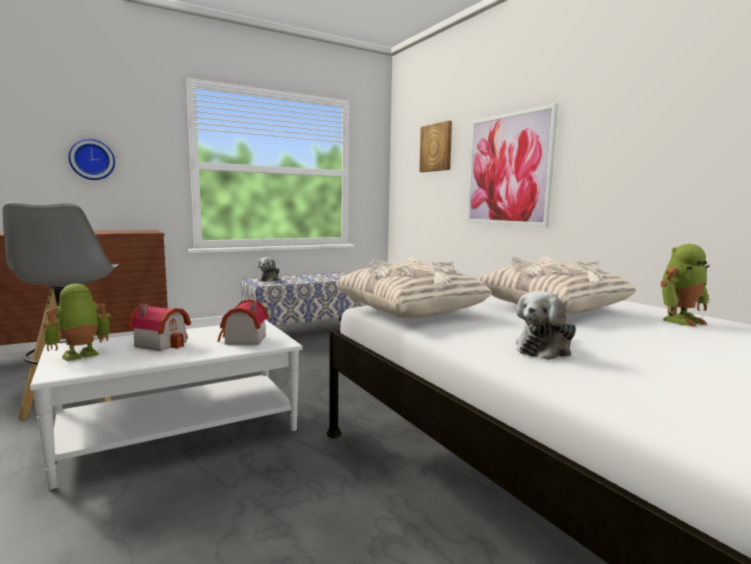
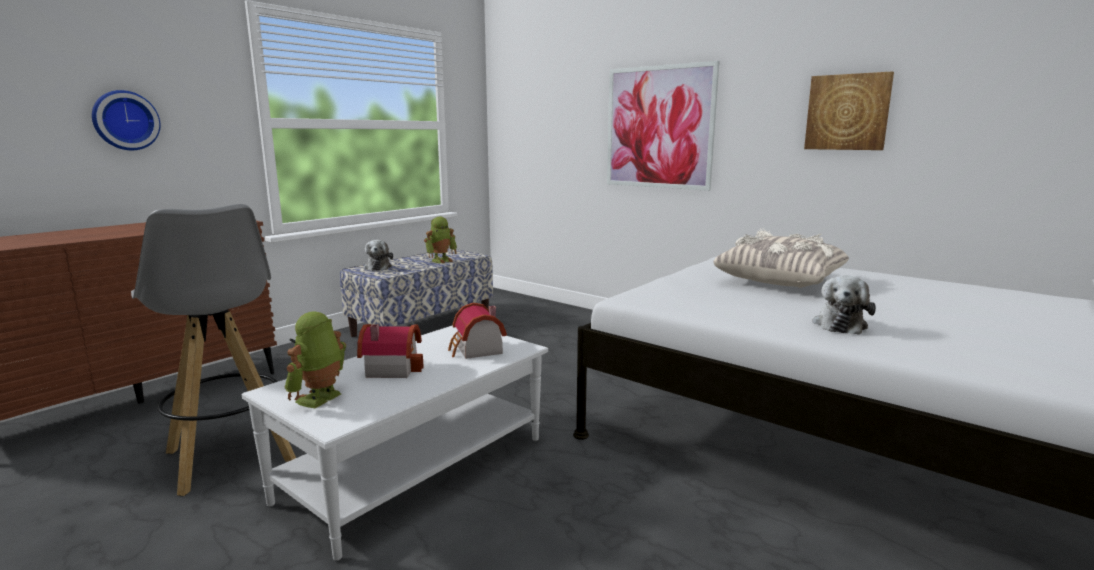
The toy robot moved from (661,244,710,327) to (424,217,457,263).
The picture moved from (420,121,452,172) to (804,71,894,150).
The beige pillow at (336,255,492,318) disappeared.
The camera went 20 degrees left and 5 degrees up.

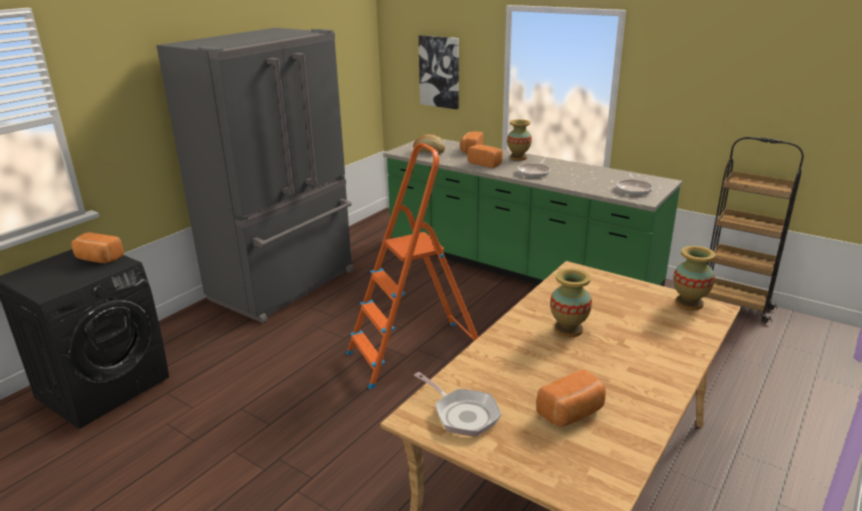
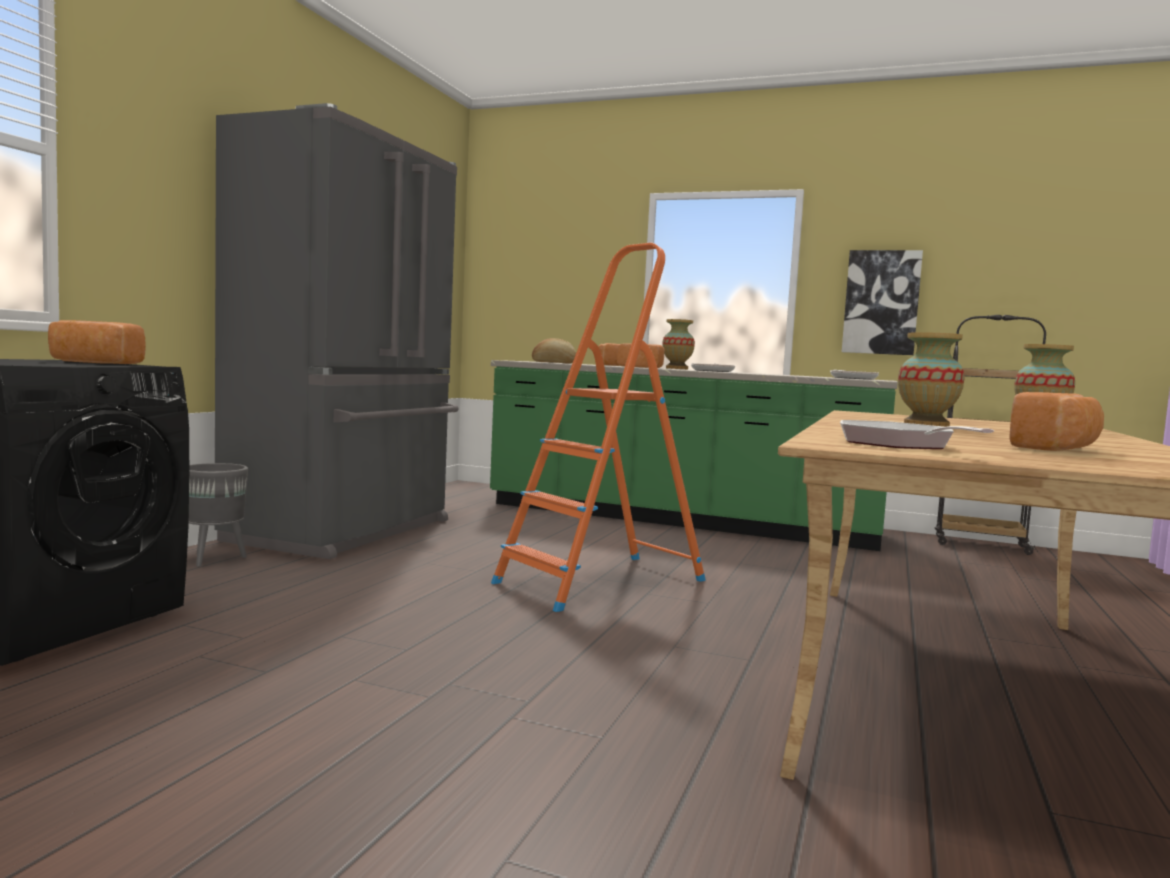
The grey planter at (189,463,248,567) appeared.
The frying pan at (414,372,501,436) turned 135 degrees counterclockwise.
The picture moved from (418,35,459,109) to (842,250,923,355).
The camera went 15 degrees left and 20 degrees down.

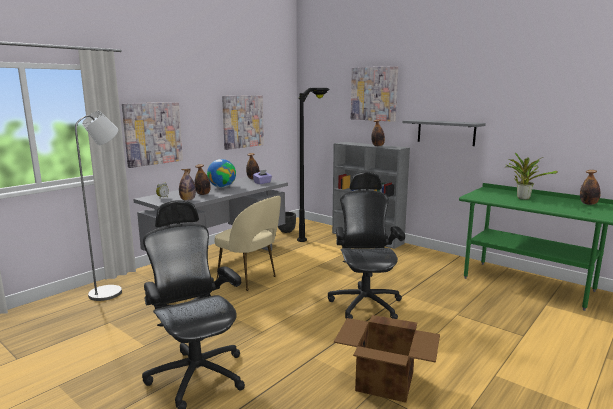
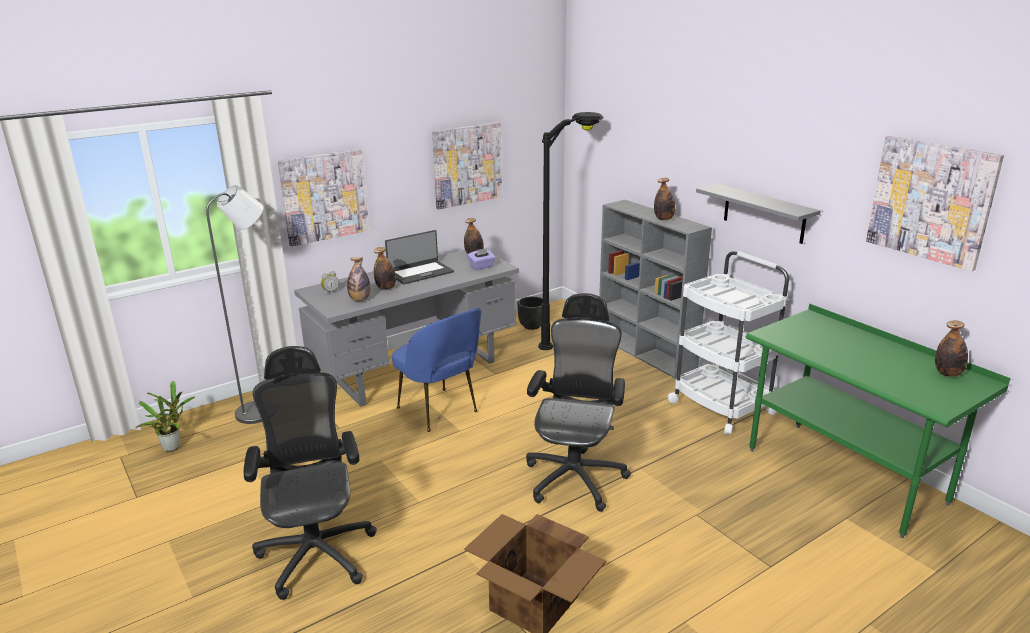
The potted plant moved from (504,153,558,200) to (135,381,195,452).
The globe at (207,159,236,188) was replaced by the laptop at (385,230,454,284).
The beige chair at (215,196,281,291) became the blue chair at (392,308,481,432).
The white cart at (668,251,789,435) appeared.
The picture moved from (351,66,398,122) to (866,136,1004,271).
The camera went 15 degrees right and 10 degrees up.

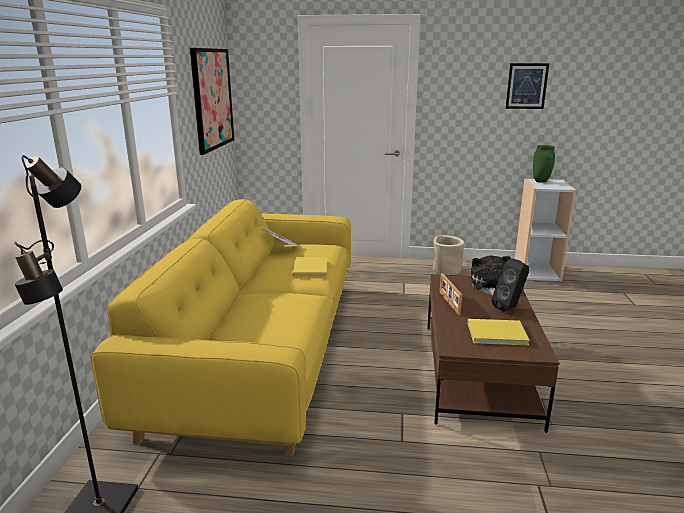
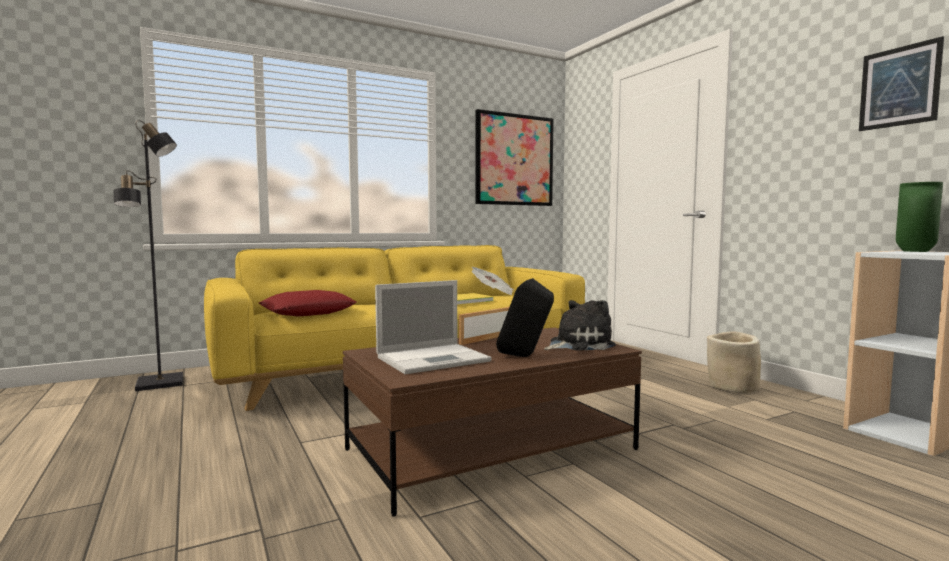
The red pillow at (259,290,357,316) appeared.
The yellow book at (467,319,530,346) was replaced by the laptop at (375,280,492,374).
The camera went 55 degrees right and 15 degrees down.

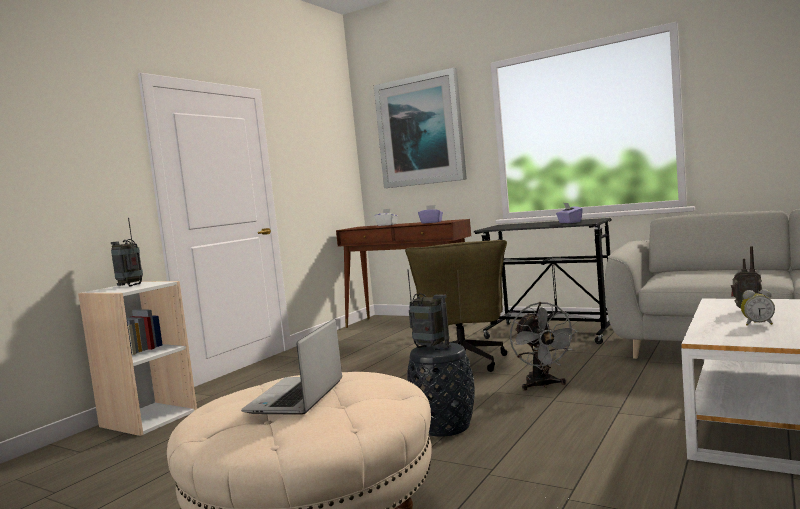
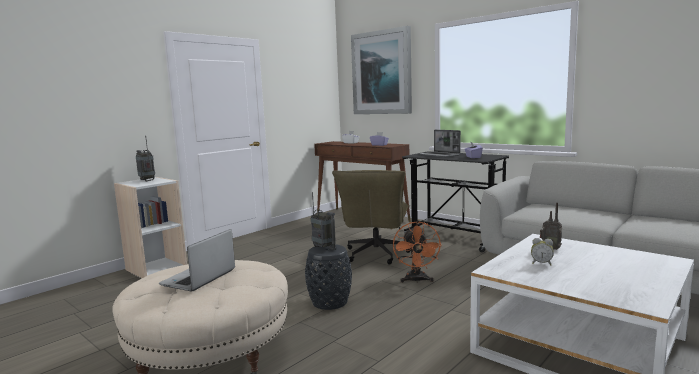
The grey fan at (510,302,578,390) became the orange fan at (393,221,442,283).
The laptop at (419,130,461,158) appeared.
The camera went 10 degrees right and 5 degrees up.

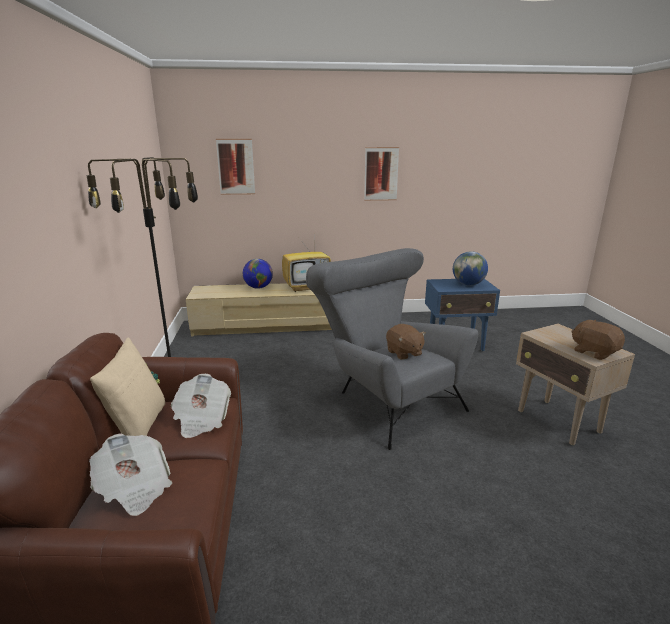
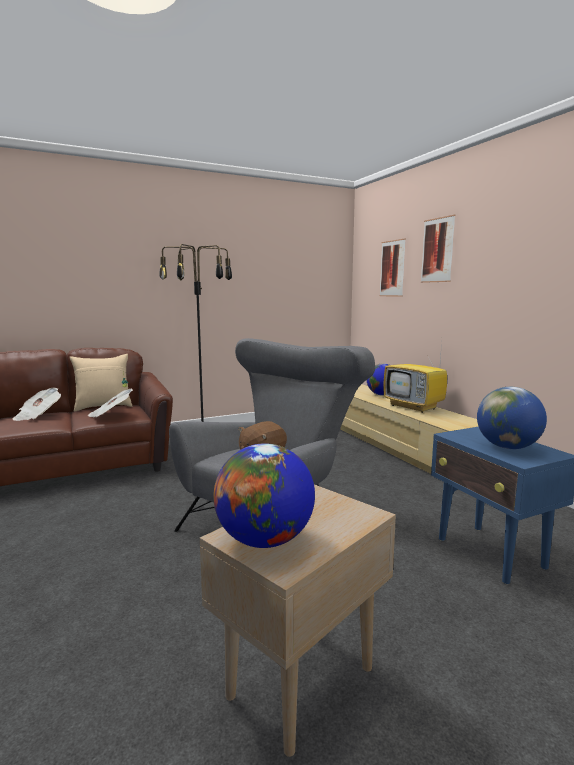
The brown plush toy at (572,319,625,360) was replaced by the globe at (213,443,315,548).
The picture moved from (364,147,399,201) to (421,215,455,283).
The camera went 70 degrees right and 10 degrees down.

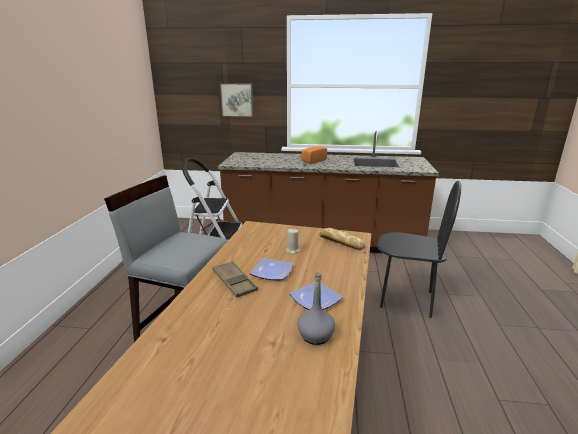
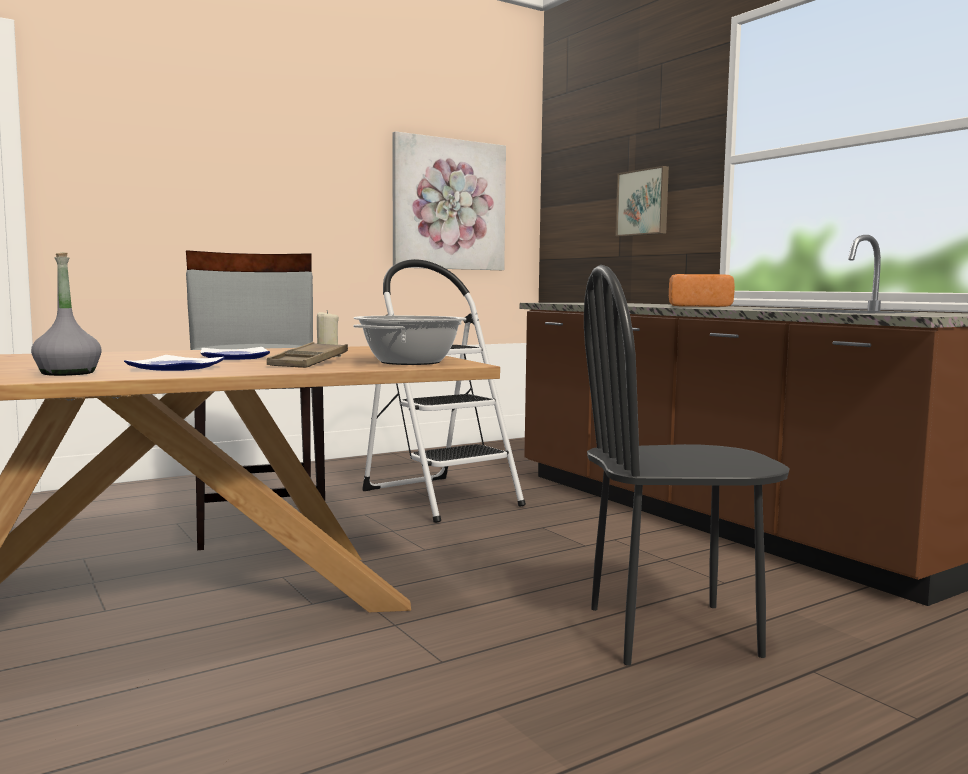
The brown tray moved from (212,261,258,298) to (267,342,348,368).
The bread at (319,228,365,250) was replaced by the cooking pot at (353,316,467,365).
The picture at (392,131,506,270) appeared.
The black chair at (378,181,461,318) turned 105 degrees clockwise.
The camera went 50 degrees right and 15 degrees down.

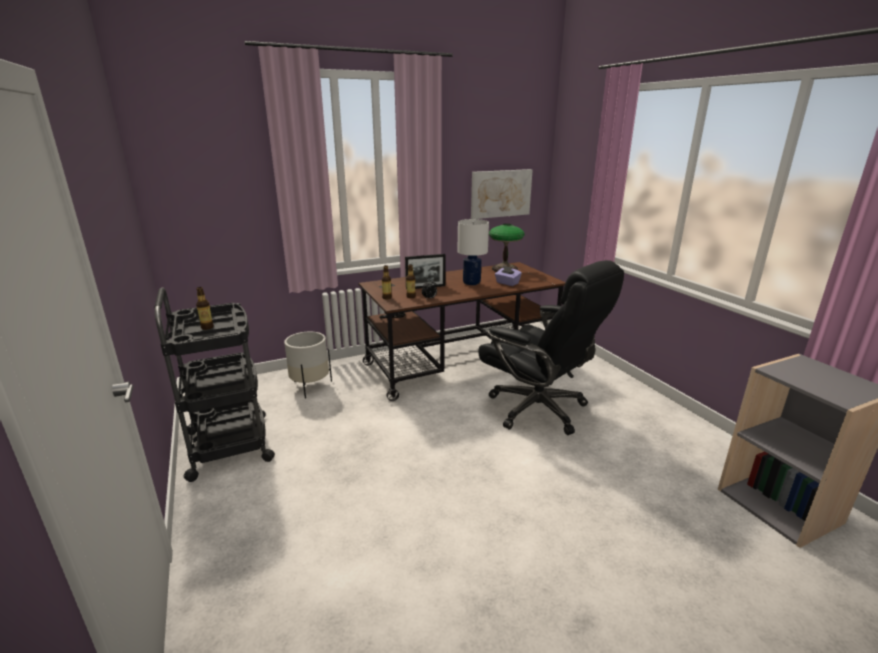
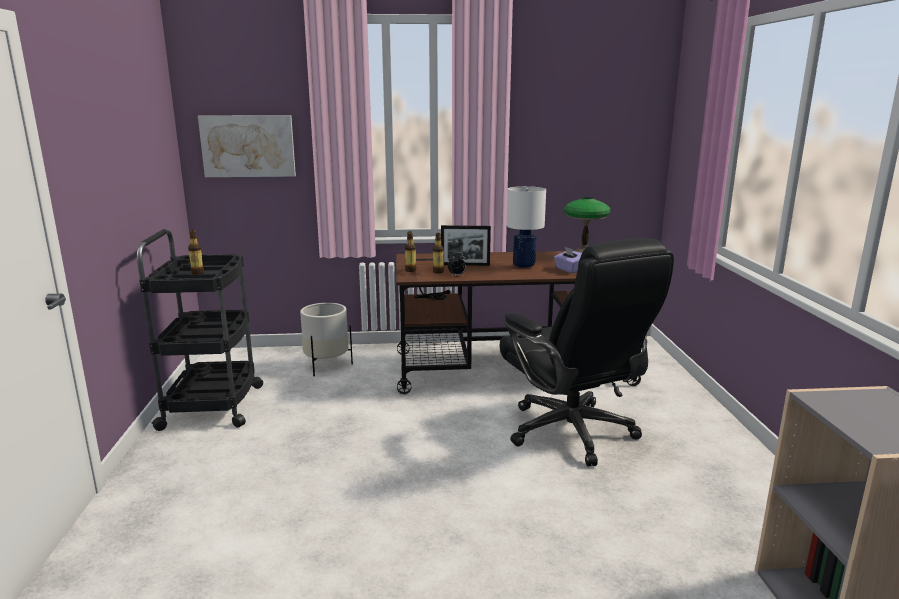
The picture moved from (471,169,533,219) to (198,115,296,177).
The camera went 20 degrees right and 5 degrees down.

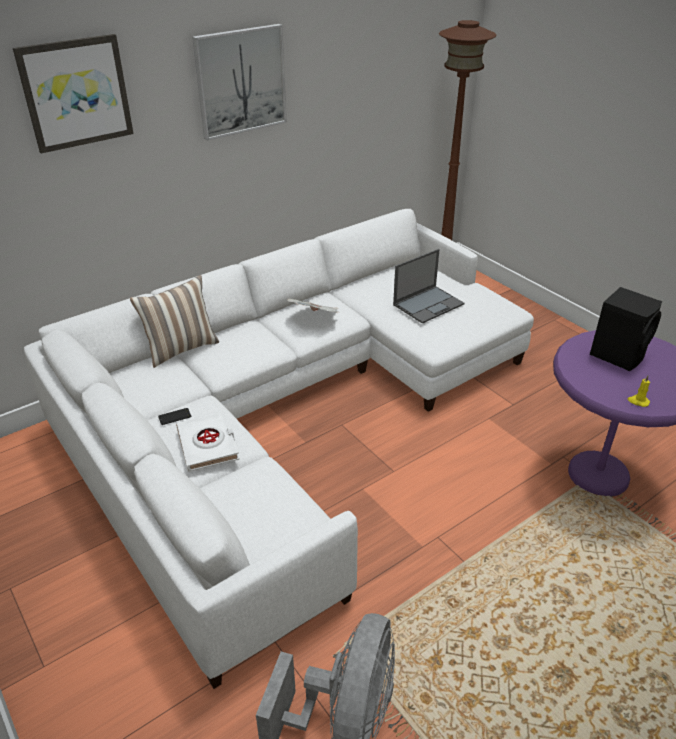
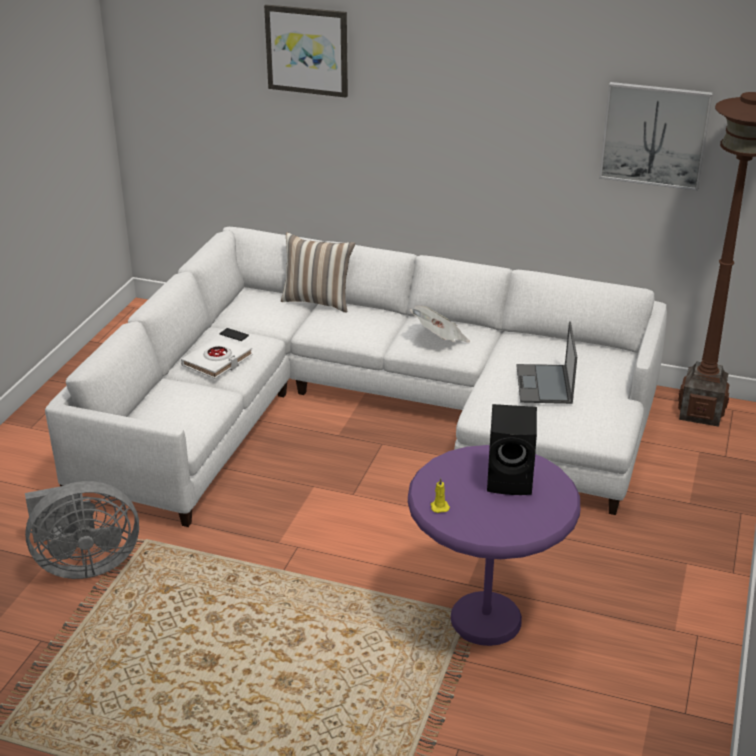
The laptop at (393,249,464,324) turned 75 degrees clockwise.
The picture moved from (192,24,287,140) to (599,82,713,191).
The camera went 55 degrees right and 5 degrees down.

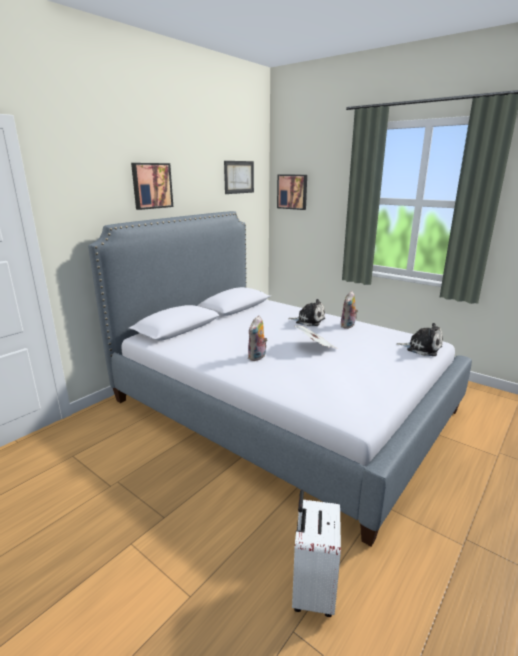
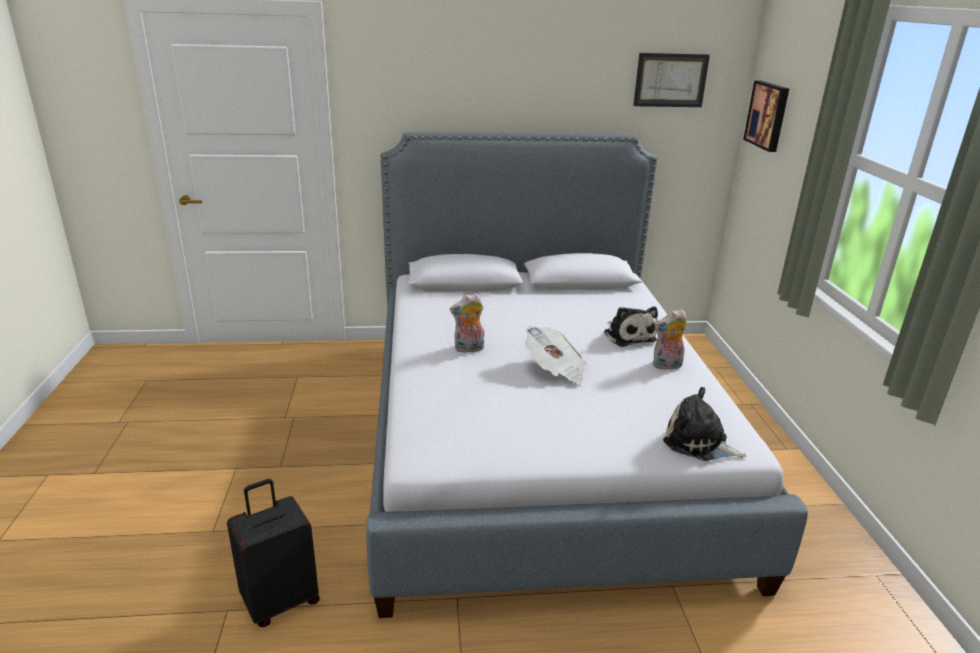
The white suitcase at (292,490,341,617) became the black suitcase at (227,479,319,627).
The plush toy at (396,323,443,356) turned 135 degrees clockwise.
The picture at (131,163,173,210) disappeared.
The camera went 45 degrees right and 5 degrees up.

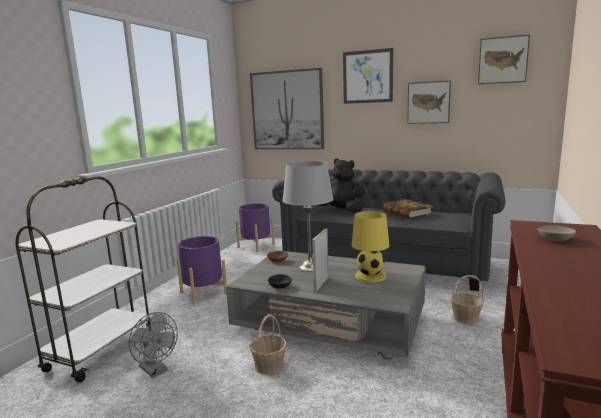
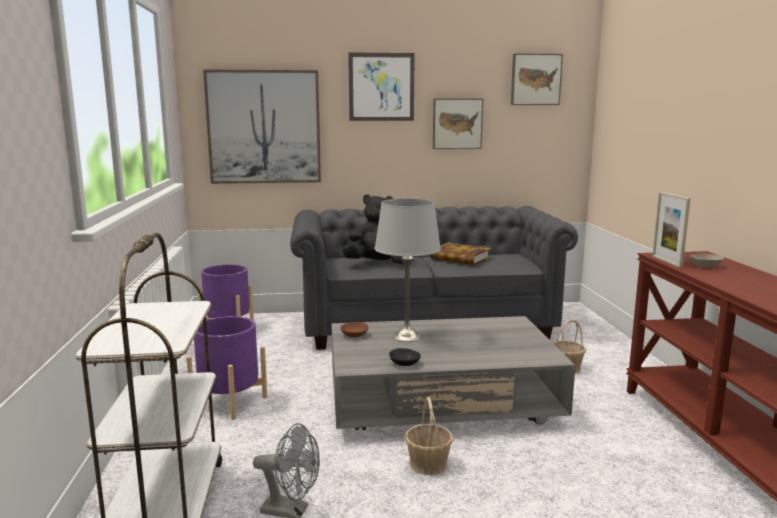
The picture frame moved from (312,228,329,292) to (652,192,691,268).
The yellow table lamp at (352,211,390,283) disappeared.
The camera went 30 degrees left and 0 degrees up.

